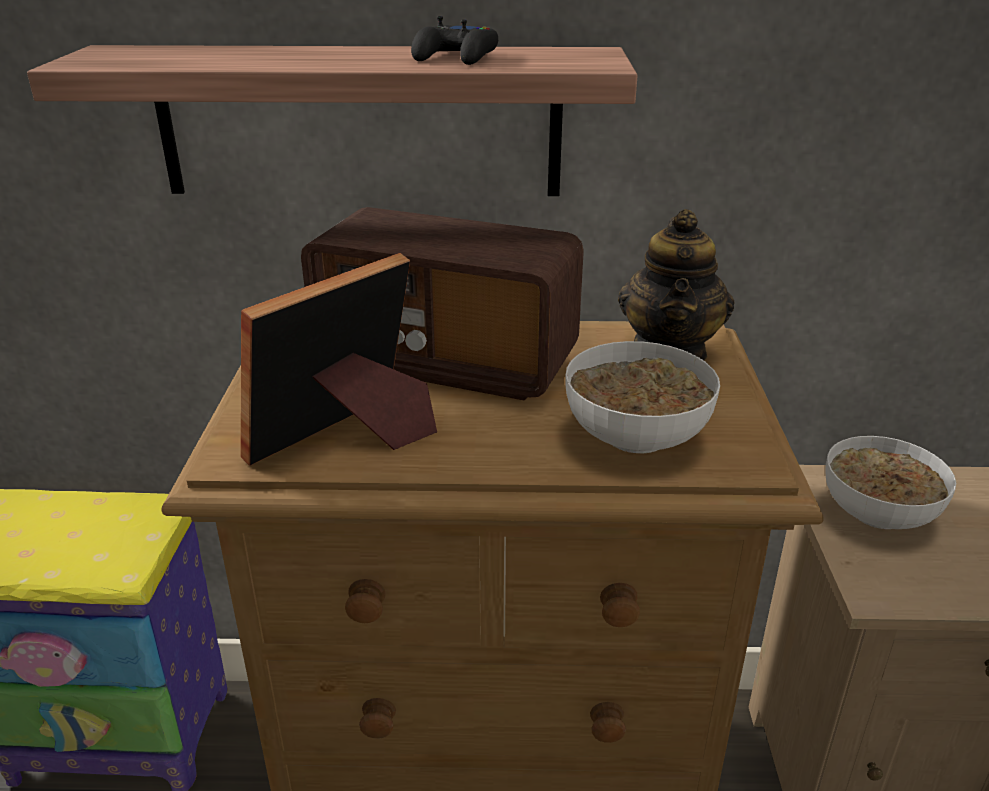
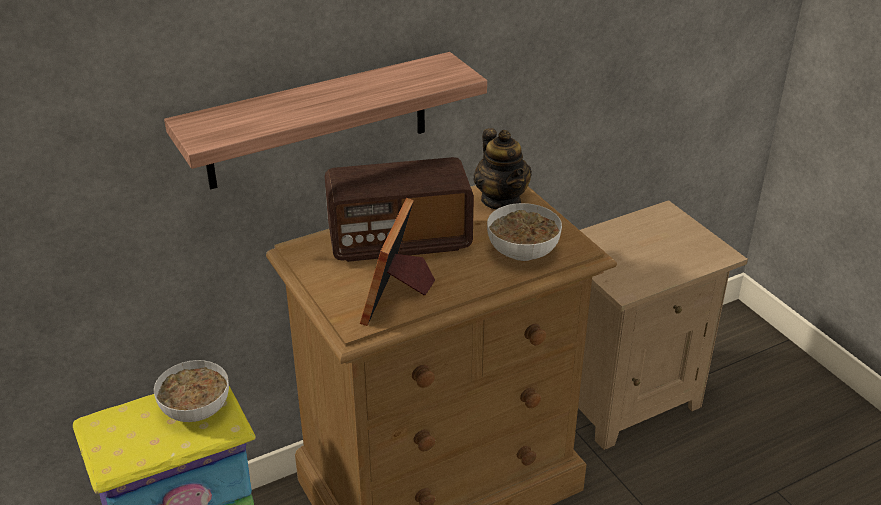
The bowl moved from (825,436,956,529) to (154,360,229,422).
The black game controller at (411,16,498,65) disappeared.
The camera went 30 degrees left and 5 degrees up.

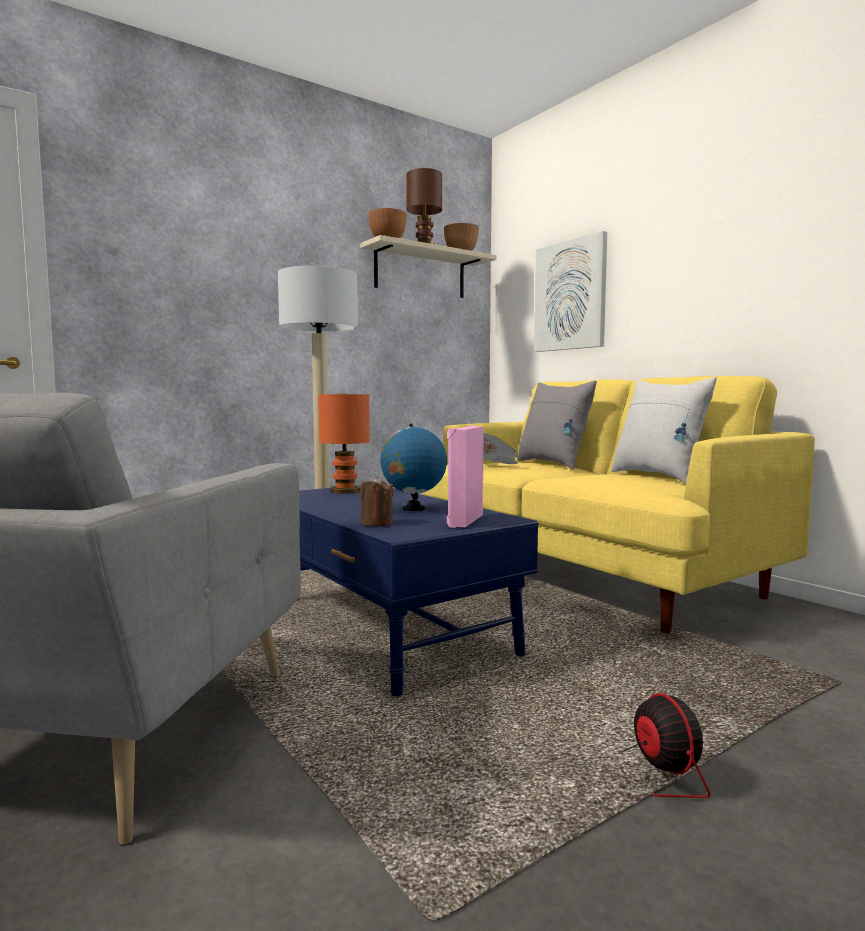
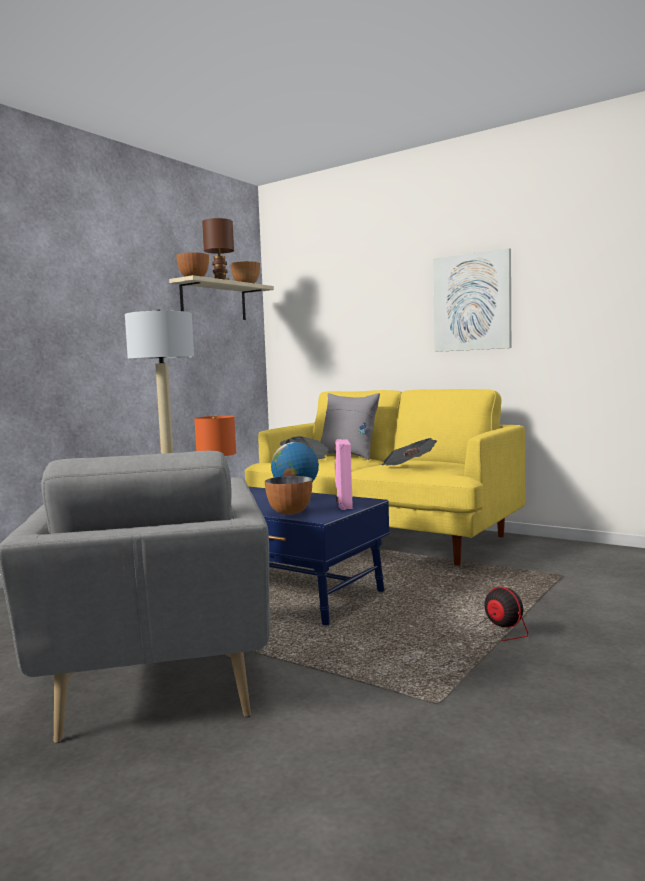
The brown candle at (360,476,393,526) was replaced by the bowl at (265,476,312,515).
The newspaper at (381,438,437,466) appeared.
The picture moved from (534,231,607,352) to (433,248,511,352).
The grey pillow at (611,377,717,484) disappeared.
The camera went 20 degrees left and 0 degrees up.

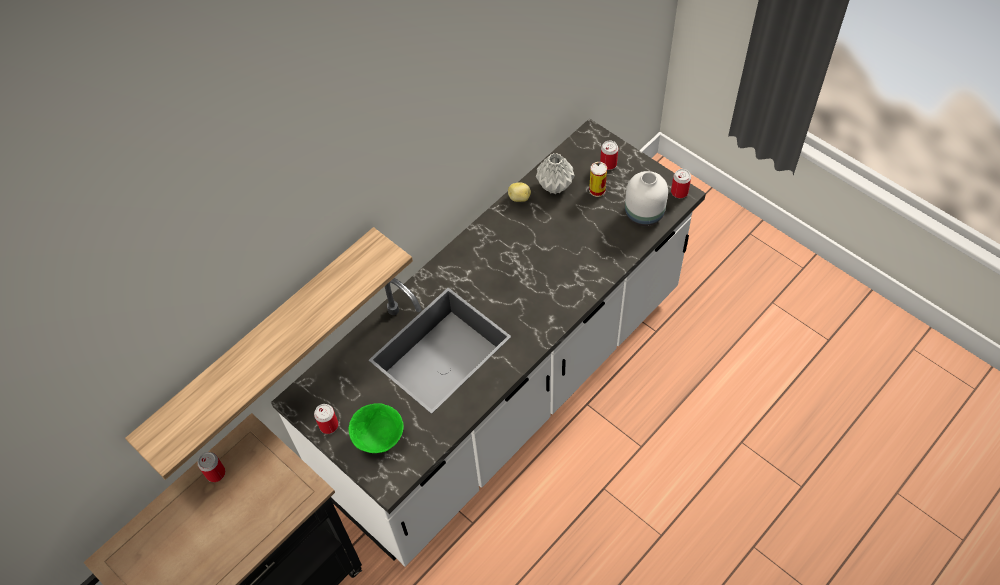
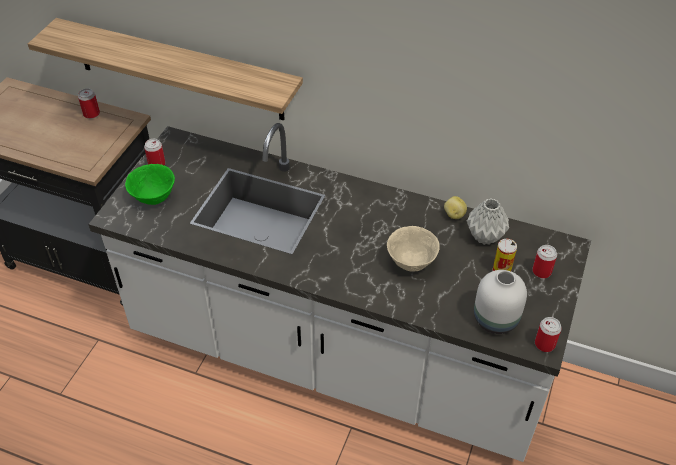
The beige bowl at (387,226,439,272) appeared.
The camera went 65 degrees right and 10 degrees down.

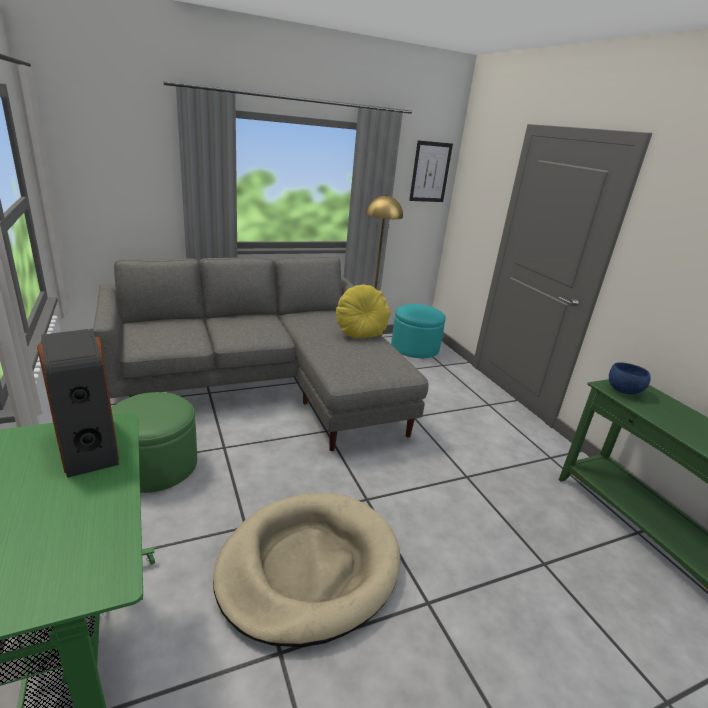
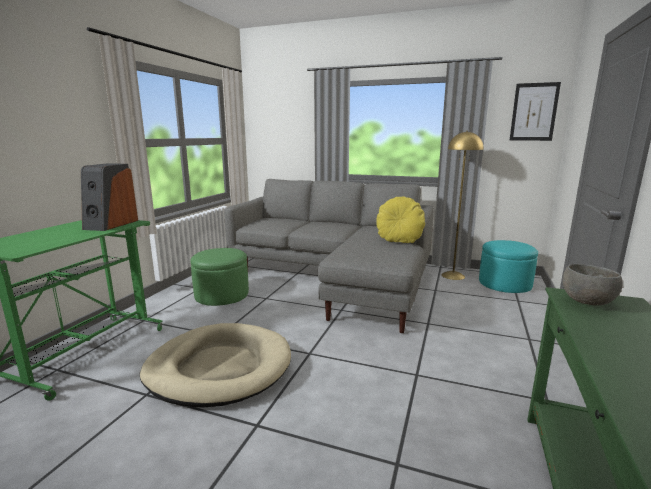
The blue bowl at (609,362,651,394) became the grey bowl at (563,264,623,306).
The camera went 45 degrees right and 10 degrees down.

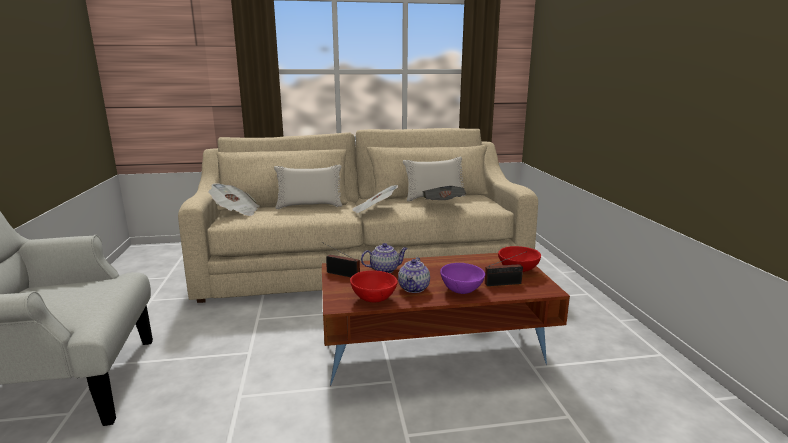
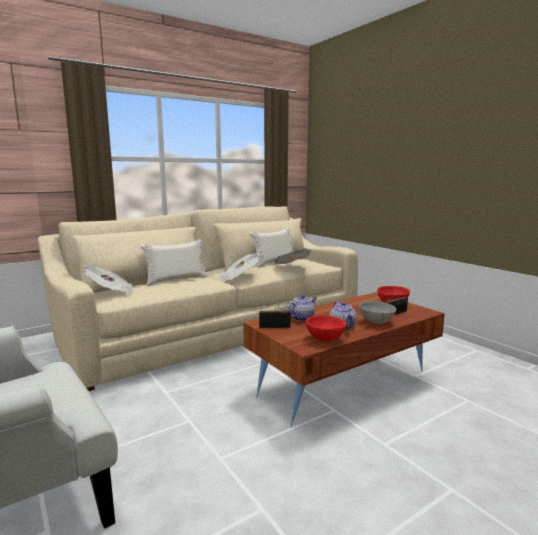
The purple bowl at (440,263,485,294) became the grey bowl at (359,301,396,324).
The camera went 25 degrees left and 5 degrees down.

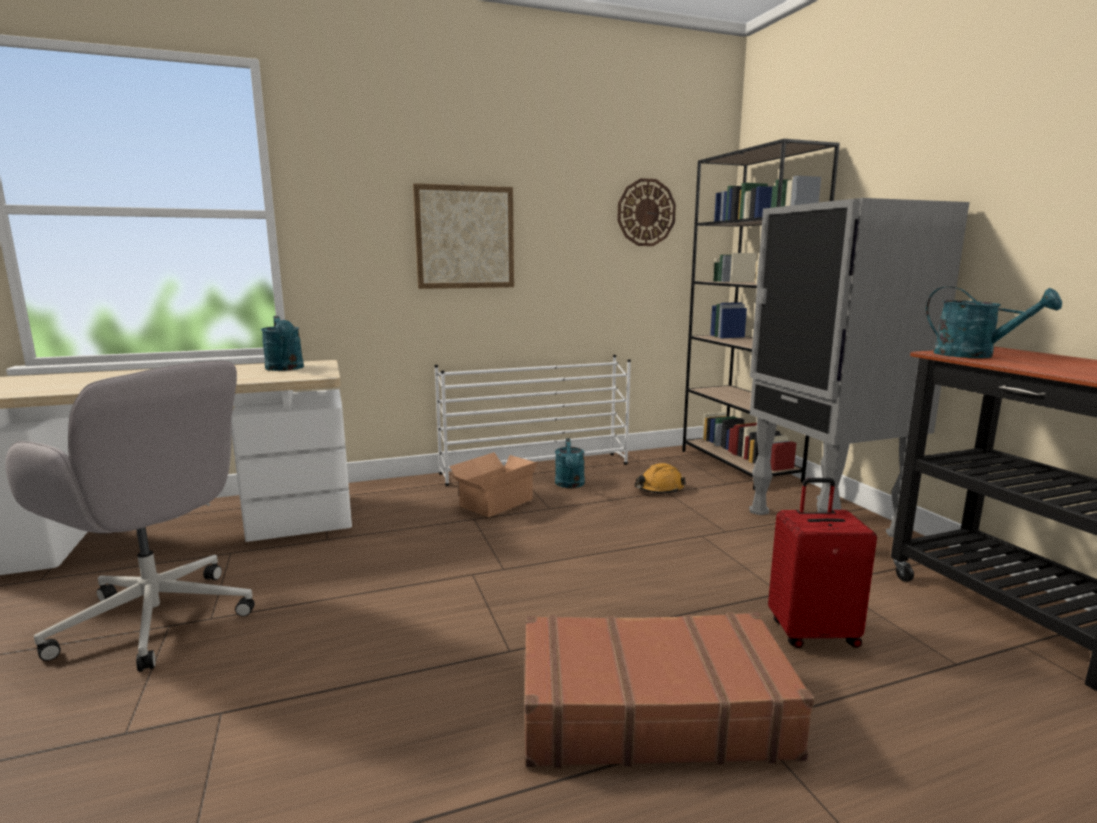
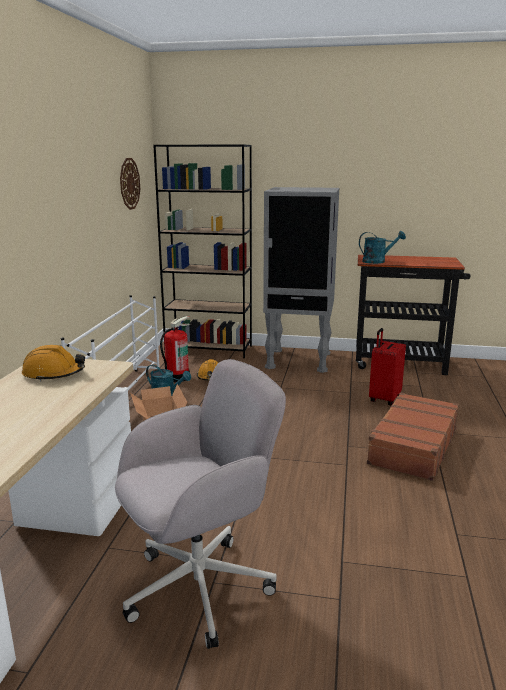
The turquoise watering can at (261,316,304,371) was replaced by the orange hard hat at (22,345,85,382).
The fire extinguisher at (160,316,190,382) appeared.
The picture at (413,183,514,289) disappeared.
The camera went 60 degrees left and 5 degrees up.

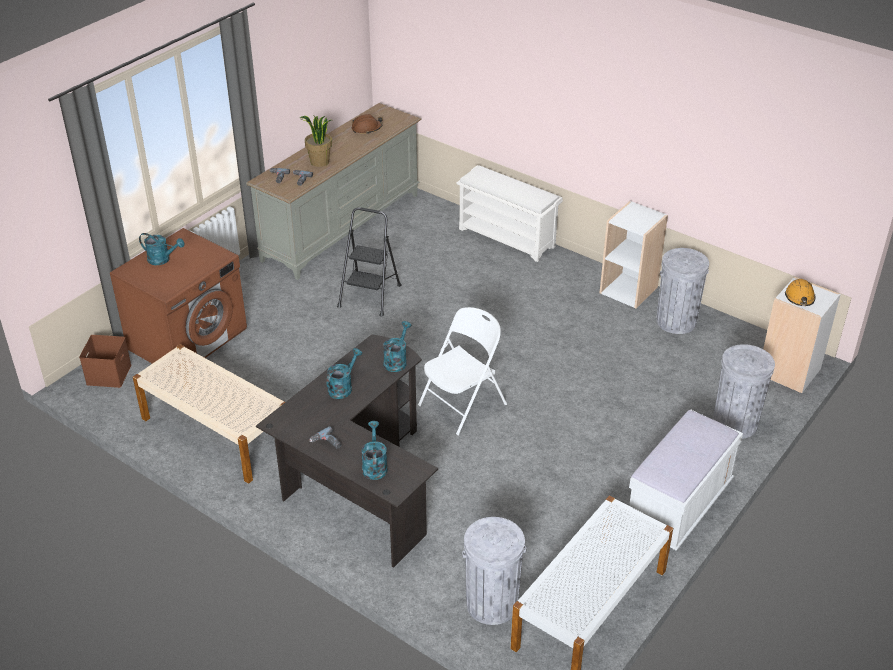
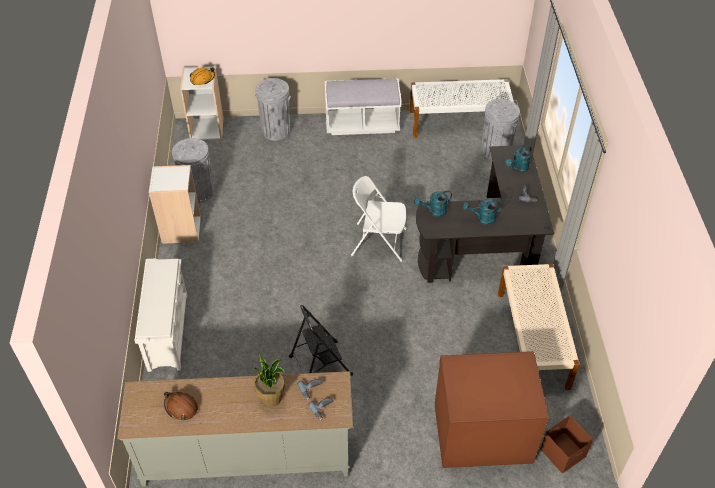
The turquoise watering can at (139,233,185,265) disappeared.
The camera went 130 degrees left and 10 degrees up.

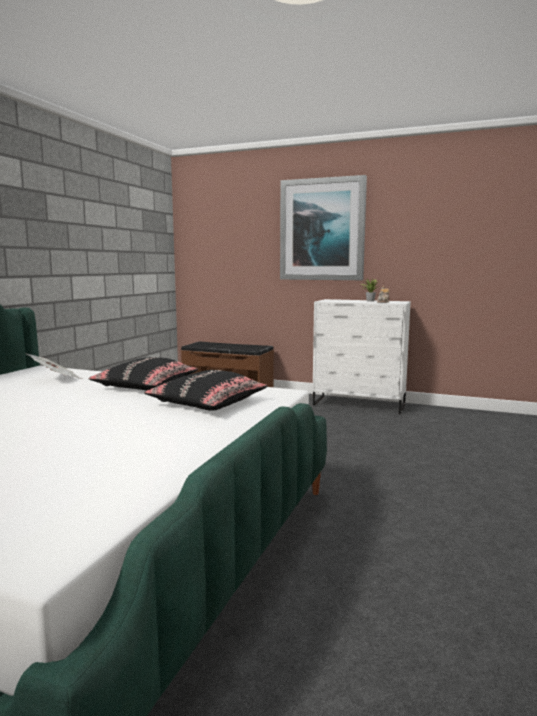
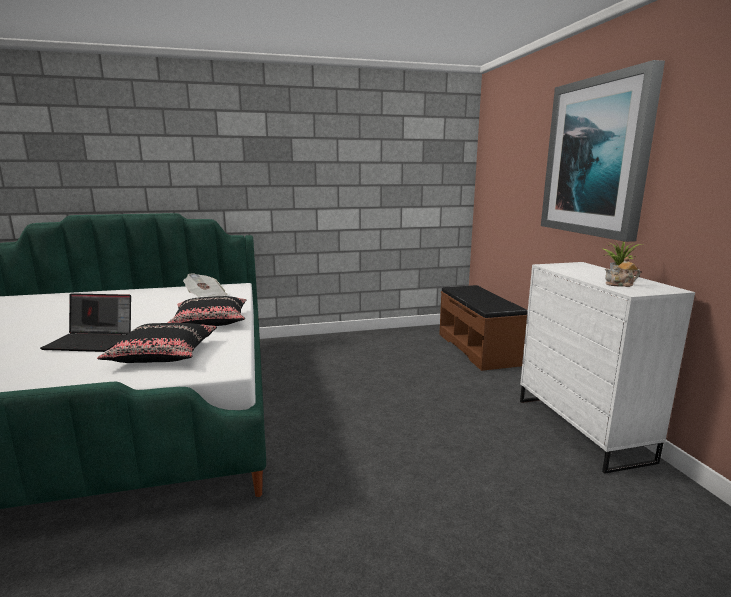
The laptop at (40,293,131,352) appeared.
The camera went 55 degrees right and 5 degrees up.

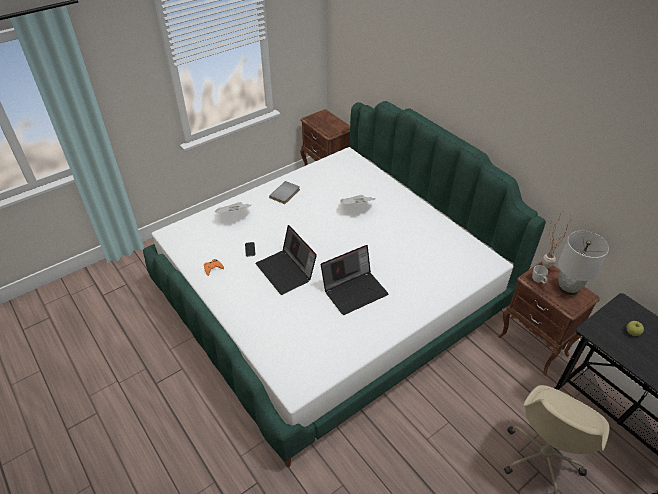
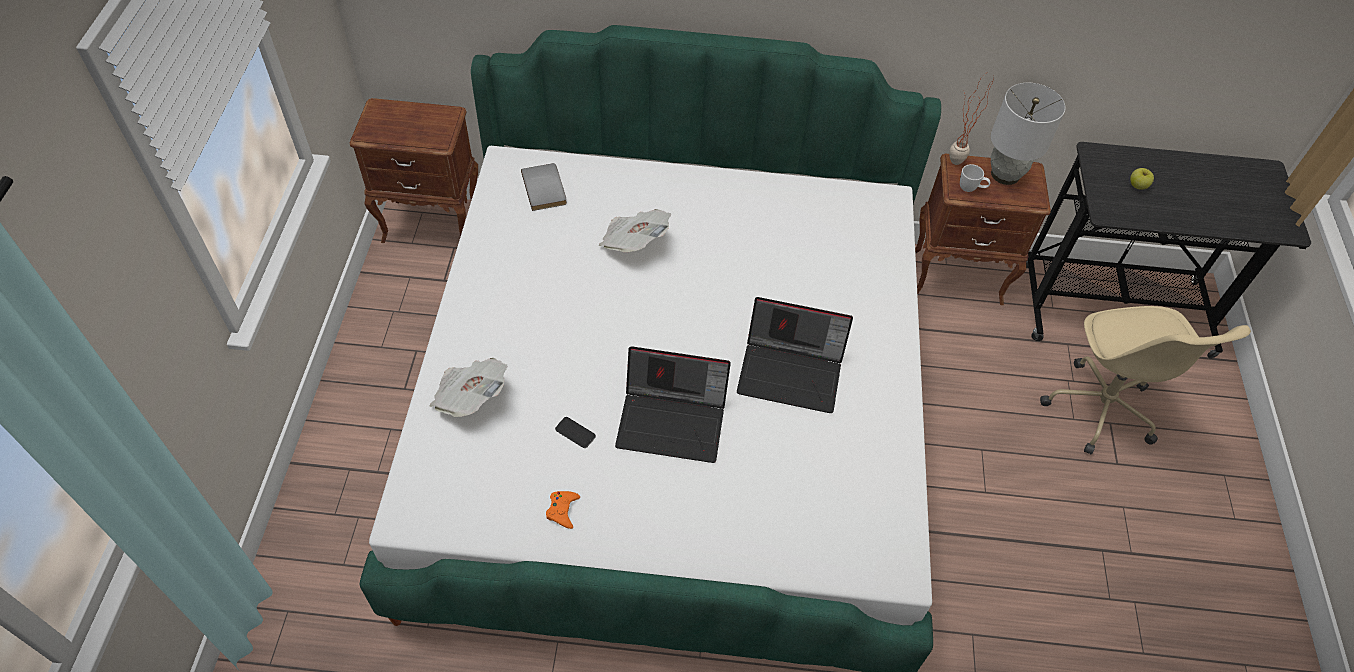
The grey book moved from (269,181,300,204) to (521,163,567,211).
The laptop at (321,245,388,315) turned 90 degrees clockwise.
The camera went 50 degrees left and 10 degrees up.

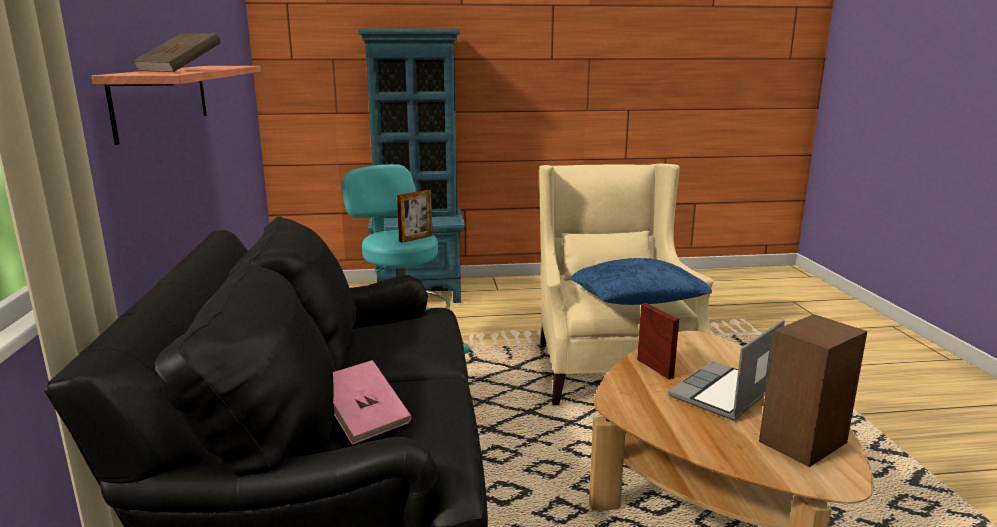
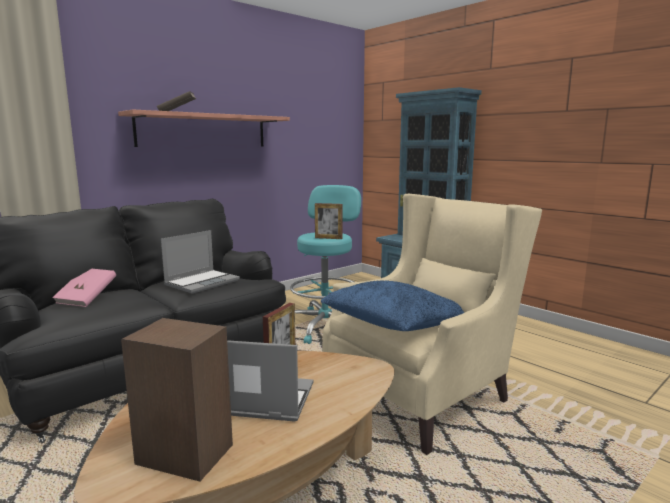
The laptop at (161,230,240,294) appeared.
The camera went 55 degrees right and 5 degrees down.

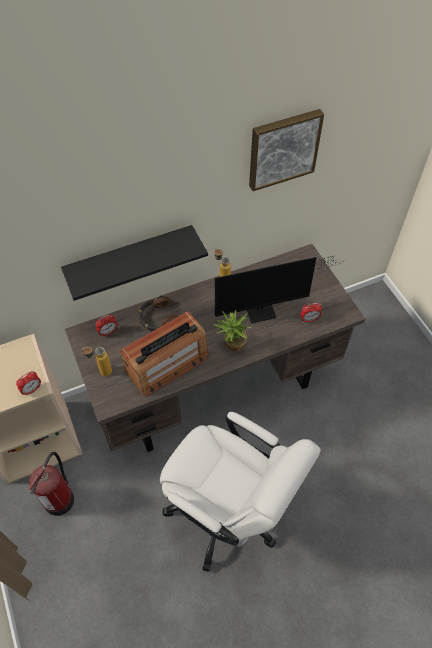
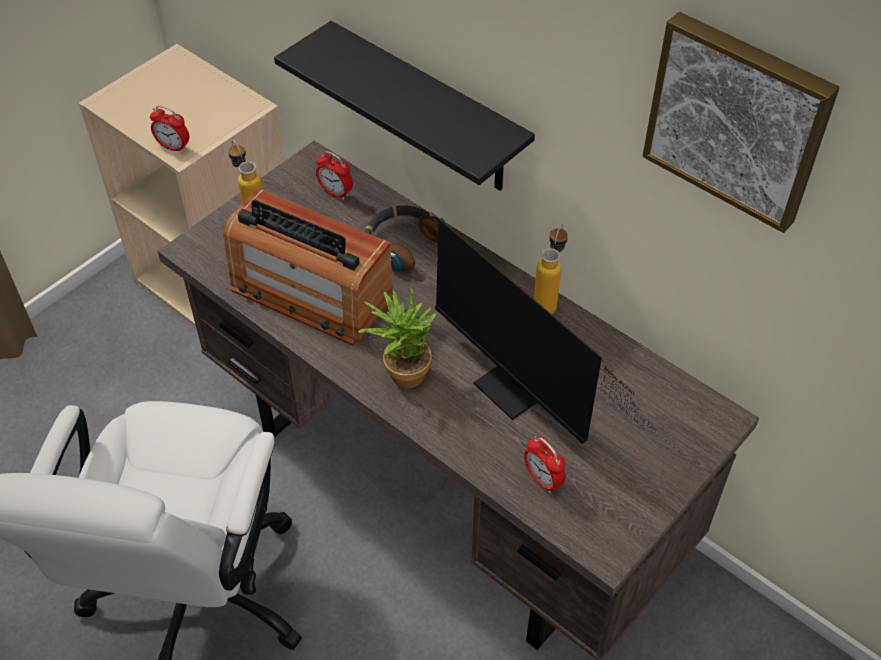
The fire extinguisher at (28,452,74,516) disappeared.
The camera went 65 degrees right and 5 degrees down.

